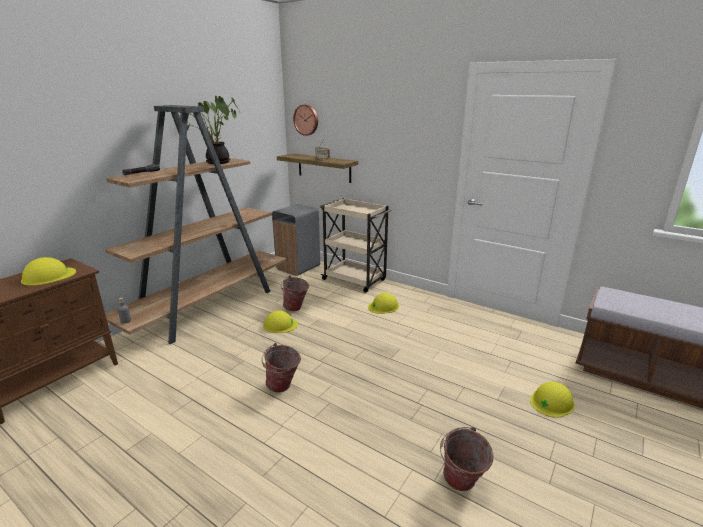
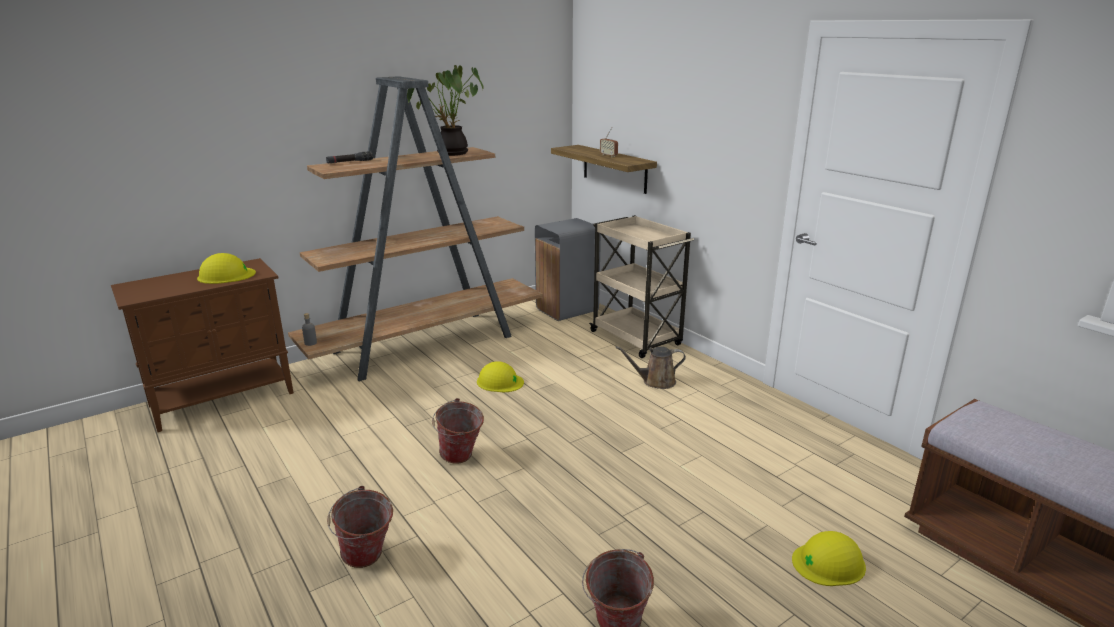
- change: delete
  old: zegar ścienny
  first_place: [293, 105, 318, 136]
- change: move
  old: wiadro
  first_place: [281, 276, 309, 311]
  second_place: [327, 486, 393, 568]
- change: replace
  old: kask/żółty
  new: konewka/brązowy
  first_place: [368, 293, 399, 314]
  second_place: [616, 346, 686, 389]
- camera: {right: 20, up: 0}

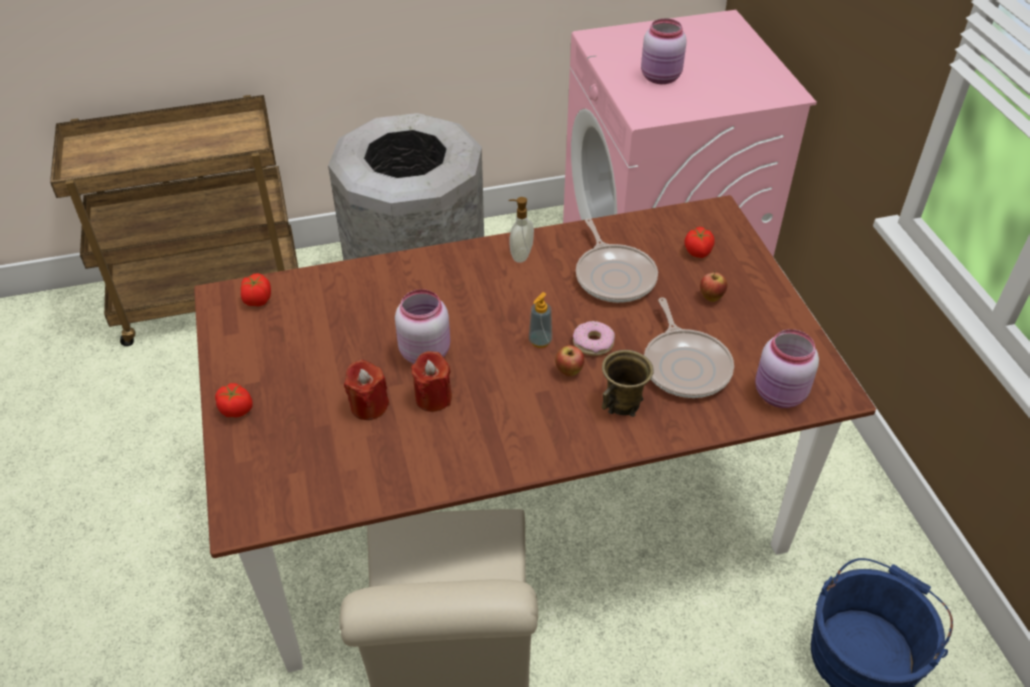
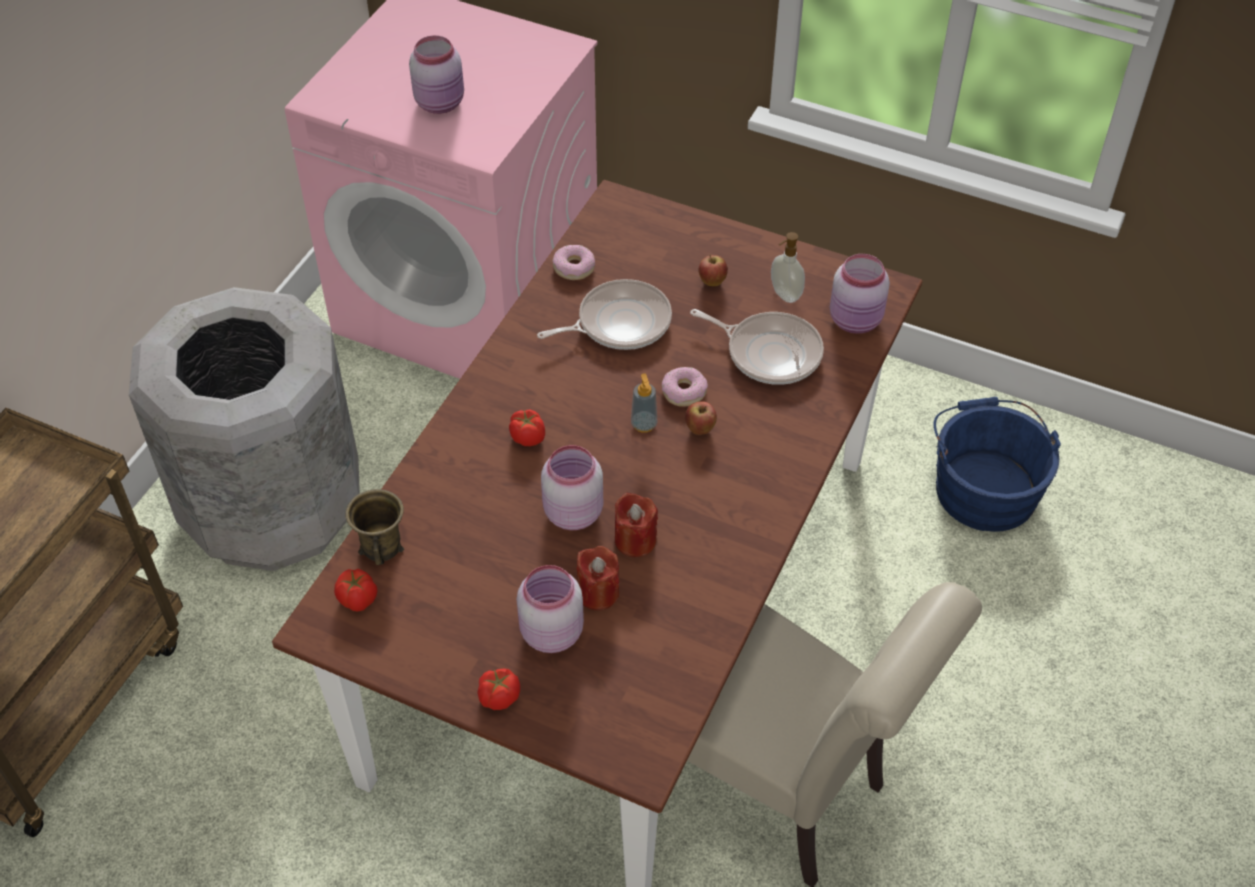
- change: move
  old: dozownik mydła
  first_place: [509, 197, 534, 263]
  second_place: [771, 232, 805, 303]
- change: rotate
  old: patelnia
  first_place: [576, 218, 658, 303]
  second_place: [537, 279, 672, 350]
  degrees: -45
- change: move
  old: pomidor
  first_place: [684, 227, 714, 258]
  second_place: [509, 409, 545, 446]
- change: move
  old: kubek/brązowy
  first_place: [602, 350, 654, 417]
  second_place: [346, 489, 404, 565]
- change: insert
  new: donut
  second_place: [553, 245, 595, 280]
- change: insert
  new: słoik/różowy
  second_place: [517, 565, 584, 653]
- camera: {right: -50, up: 5}

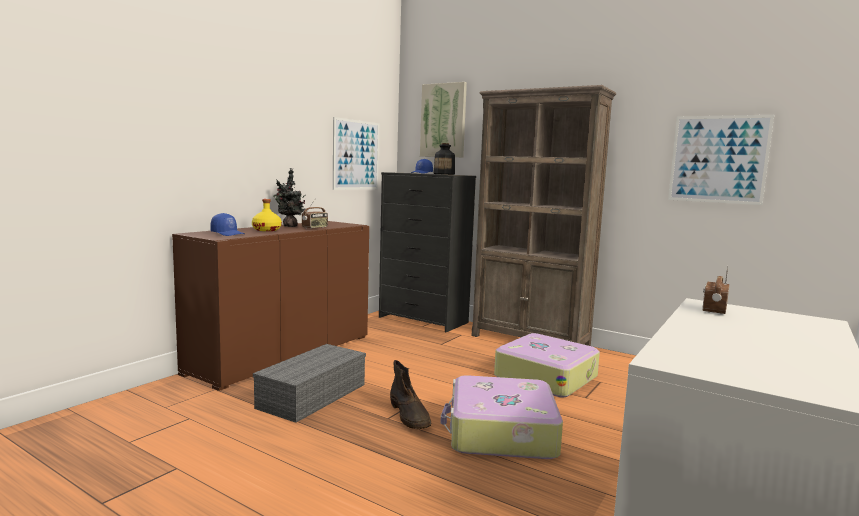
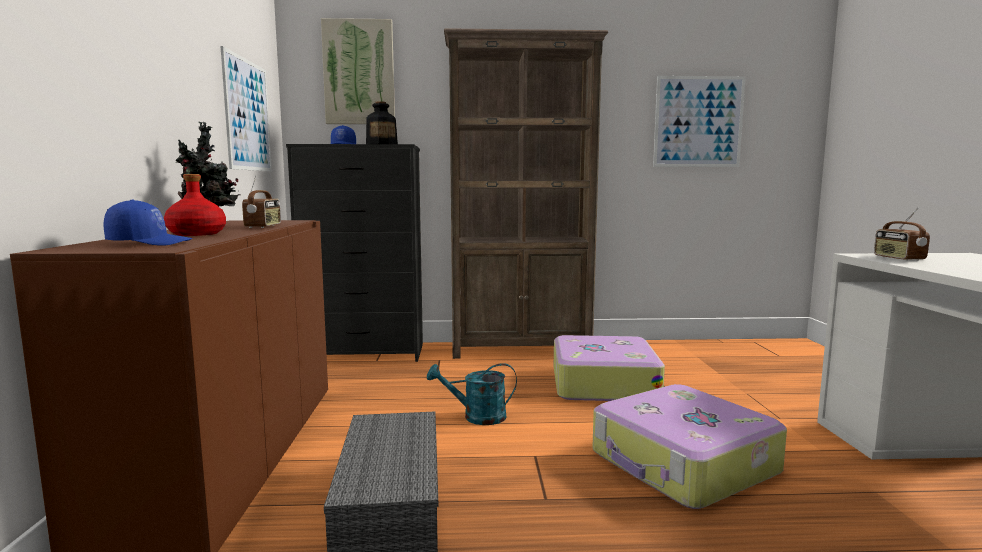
- change: recolor
  old: butelka/żółty
  new: butelka/czerwony
  first_place: [252, 199, 282, 231]
  second_place: [164, 174, 226, 236]
- change: delete
  old: but z cholewką/brązowy
  first_place: [390, 360, 432, 429]
- change: insert
  new: konewka/turkusowy
  second_place: [427, 363, 517, 425]
- camera: {right: -35, up: 0}

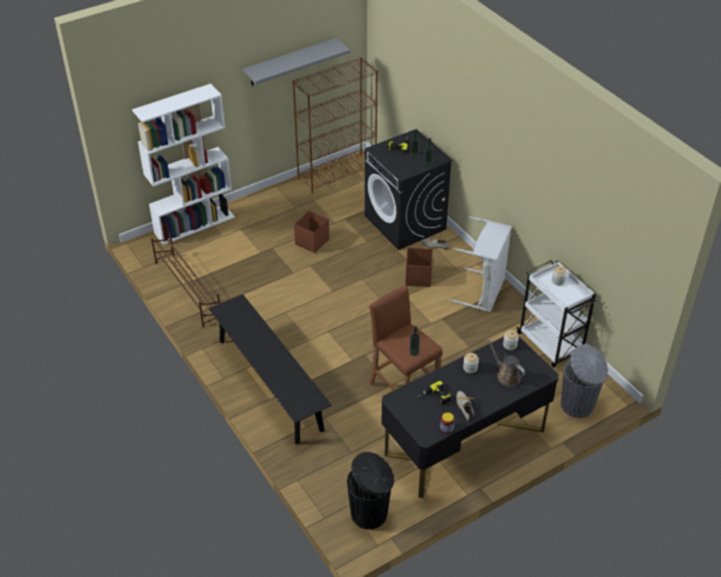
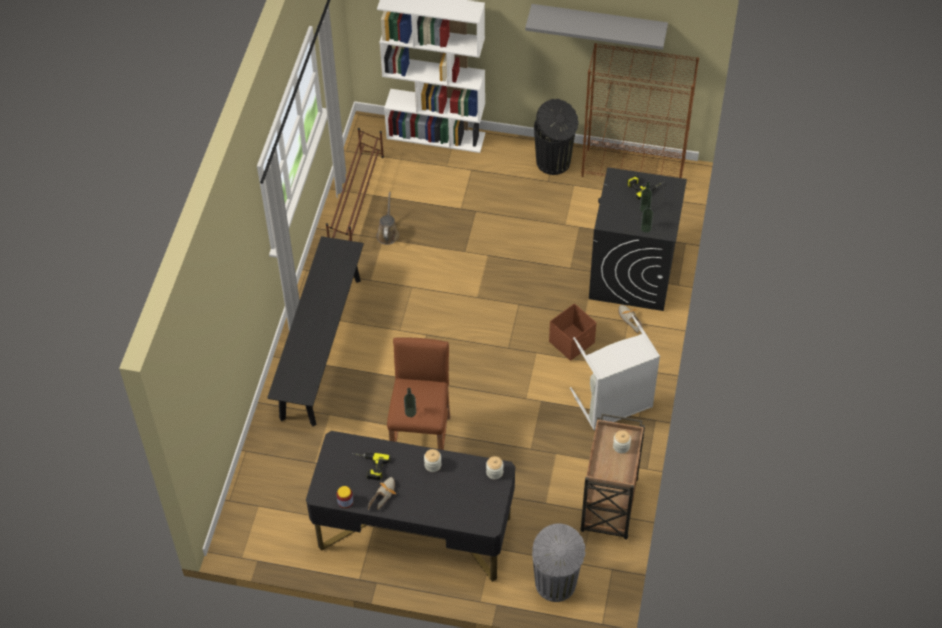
- change: delete
  old: pojemnik do przechowywania/brązowy
  first_place: [294, 211, 329, 253]
- change: recolor
  old: wózek/biały
  new: wózek/brązowy
  first_place: [516, 260, 598, 368]
  second_place: [580, 414, 645, 540]
- change: move
  old: konewka/brązowy
  first_place: [487, 338, 525, 386]
  second_place: [376, 192, 399, 245]
- change: move
  old: kosz na śmieci/czarny
  first_place: [347, 452, 394, 529]
  second_place: [534, 99, 578, 175]
- camera: {right: 45, up: 10}

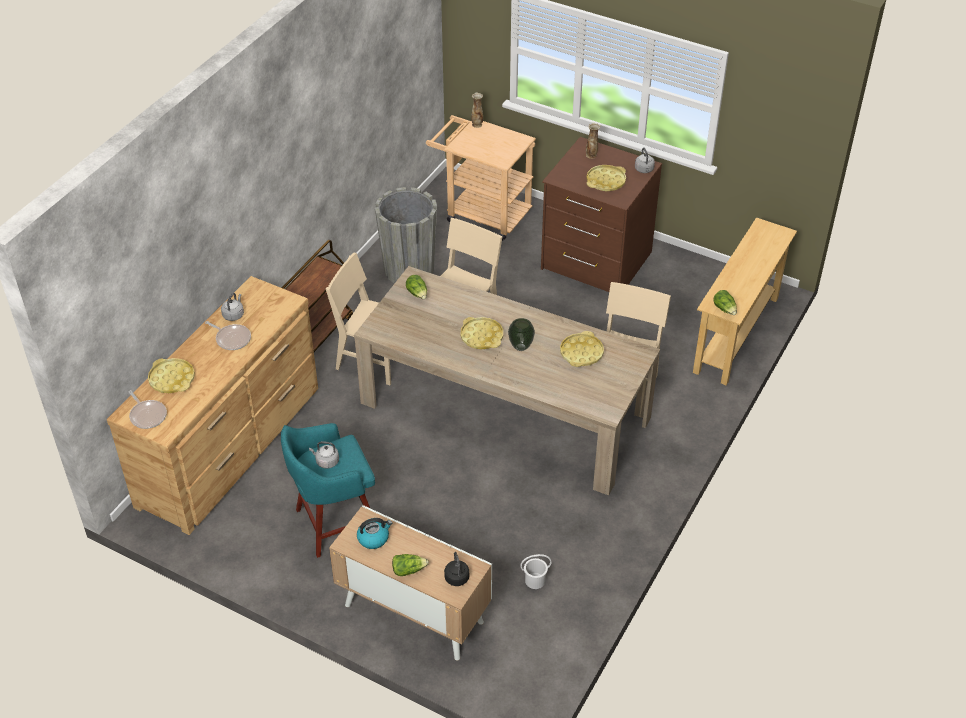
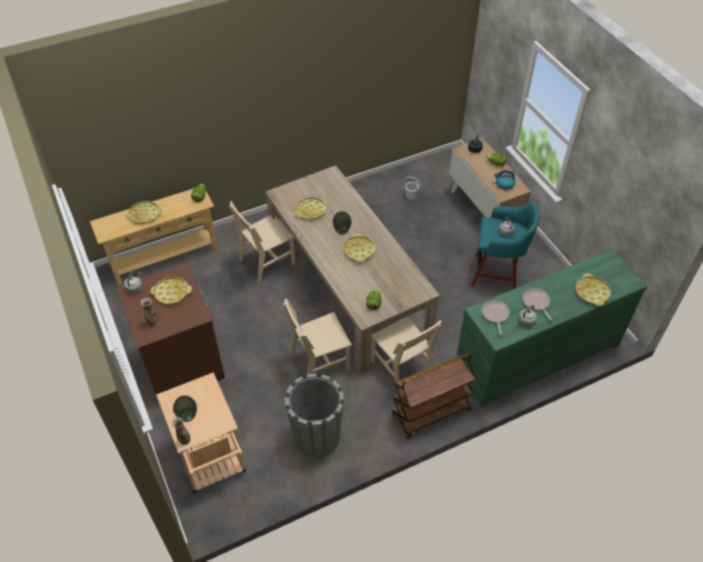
- change: recolor
  old: komoda/brązowy
  new: komoda/zielony
  first_place: [107, 276, 318, 535]
  second_place: [456, 249, 647, 408]
- change: move
  old: patelnia
  first_place: [129, 390, 167, 429]
  second_place: [482, 300, 510, 335]
- change: insert
  new: taca/żółty
  second_place: [125, 201, 162, 224]
- change: insert
  new: wazon
  second_place: [173, 395, 197, 422]
- camera: {right: -145, up: 5}

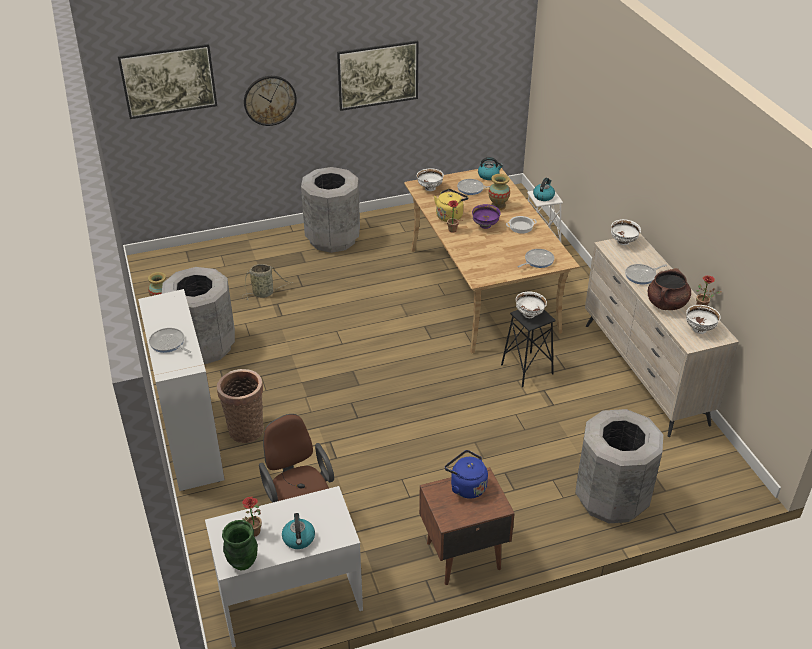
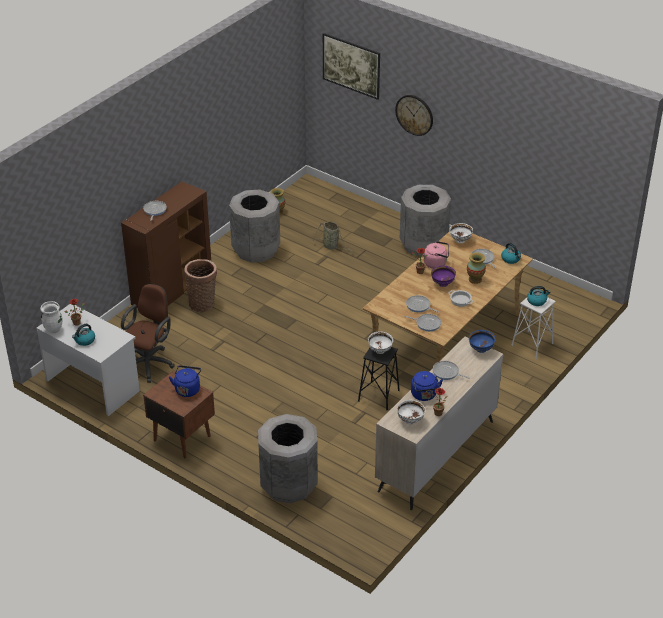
- change: delete
  old: obraz
  first_place: [337, 40, 418, 111]
- change: recolor
  old: czajnik/żółty
  new: czajnik/różowy
  first_place: [434, 189, 469, 222]
  second_place: [424, 241, 449, 269]
- change: recolor
  old: miska/biały
  new: miska/niebieski
  first_place: [611, 219, 641, 245]
  second_place: [469, 330, 496, 353]
- change: replace
  old: garnek/brązowy
  new: czajnik/niebieski
  first_place: [648, 268, 691, 310]
  second_place: [411, 371, 443, 401]
- change: recolor
  old: szafka/biały
  new: szafka/brązowy
  first_place: [138, 289, 225, 491]
  second_place: [121, 181, 211, 308]
- change: recolor
  old: wazon/zielony
  new: wazon/biały
  first_place: [222, 520, 258, 570]
  second_place: [40, 301, 62, 334]
- change: insert
  new: patelnia
  second_place: [406, 295, 439, 312]
- camera: {right: 55, up: 0}

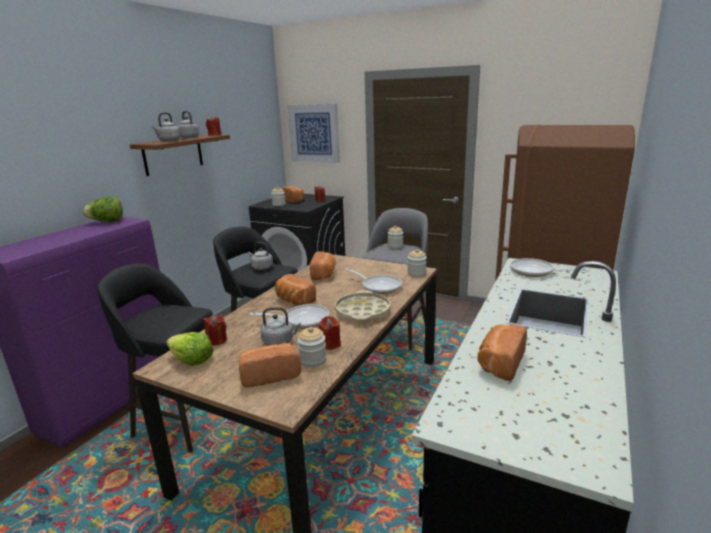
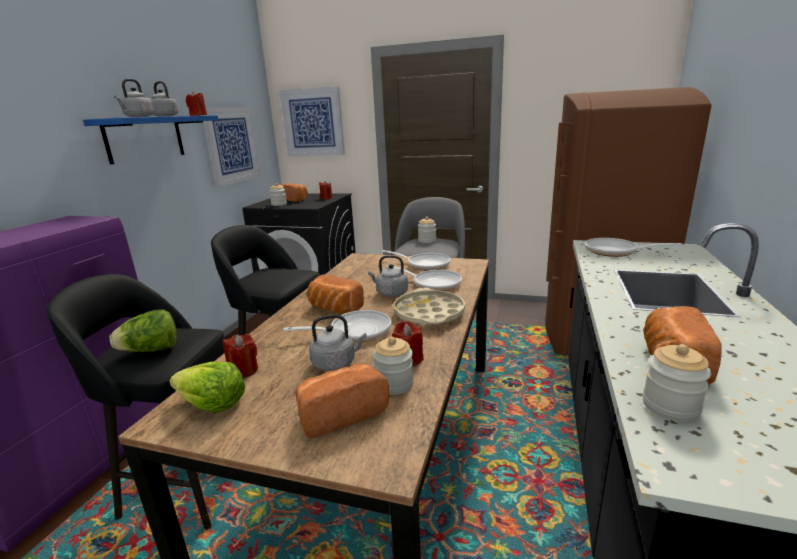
- change: recolor
  old: półka/brązowy
  new: półka/niebieski
  first_place: [130, 135, 230, 176]
  second_place: [83, 115, 218, 164]
- change: move
  old: sałata
  first_place: [83, 196, 123, 222]
  second_place: [109, 310, 177, 352]
- change: move
  old: czajnik/szary
  first_place: [248, 242, 273, 270]
  second_place: [368, 255, 408, 297]
- change: move
  old: słoik
  first_place: [407, 249, 427, 277]
  second_place: [642, 344, 711, 422]
- change: delete
  old: chleb
  first_place: [310, 251, 335, 280]
- change: insert
  new: obraz
  second_place: [202, 107, 260, 187]
- change: insert
  new: patelnia
  second_place: [382, 250, 451, 271]
- camera: {right: -10, up: 0}

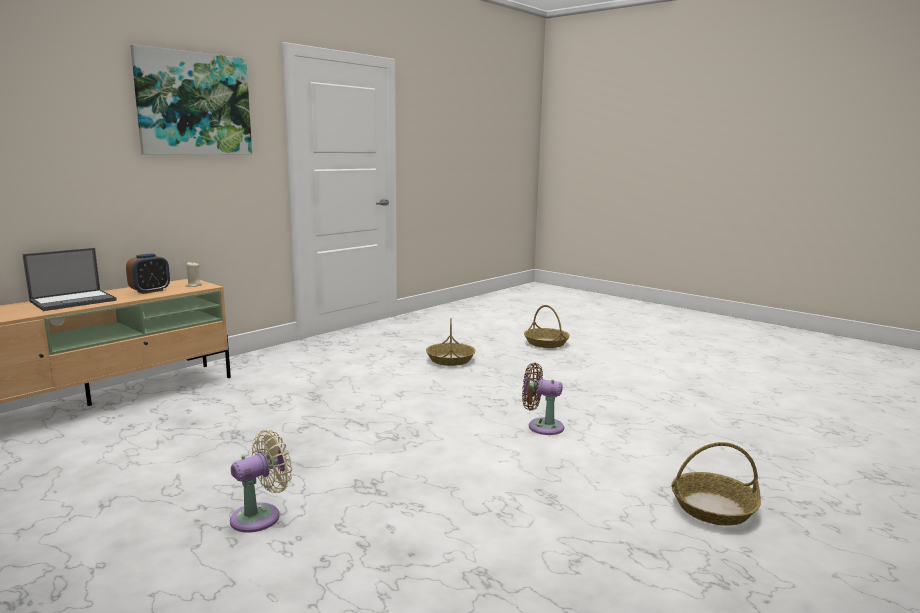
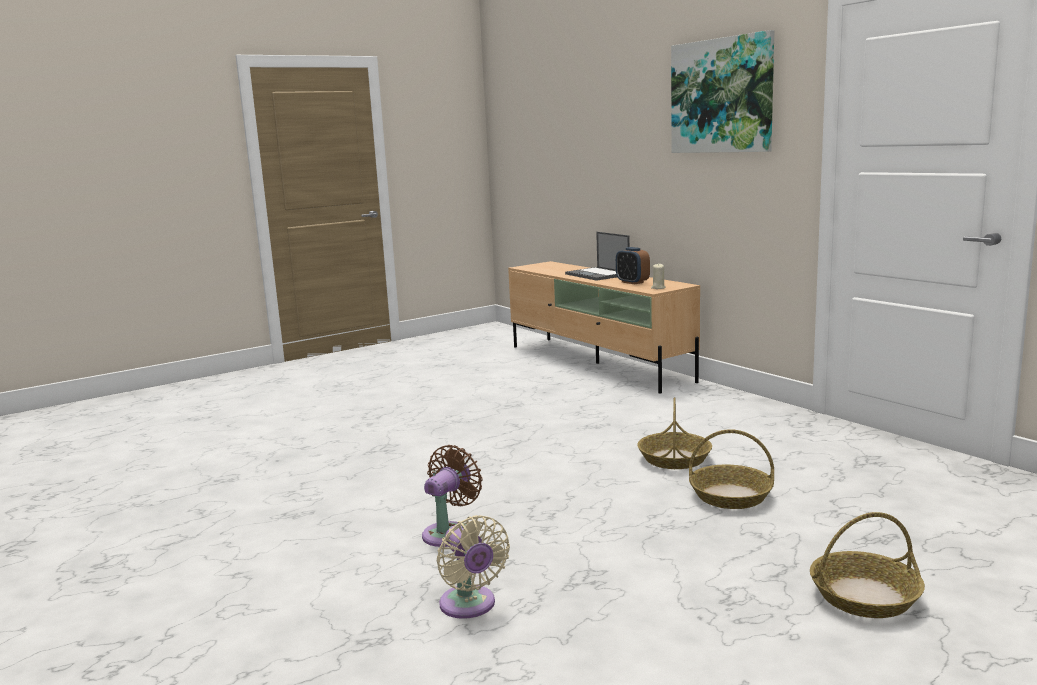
- change: move
  old: wentylator/beżowy
  first_place: [230, 430, 292, 533]
  second_place: [437, 515, 510, 619]
- change: move
  old: koszyk
  first_place: [671, 442, 761, 525]
  second_place: [638, 397, 712, 469]
- camera: {right: 105, up: 0}

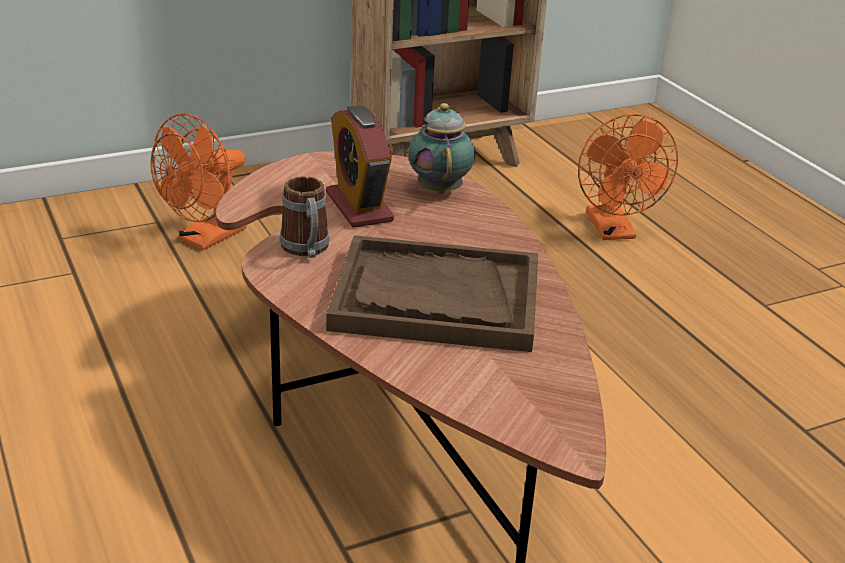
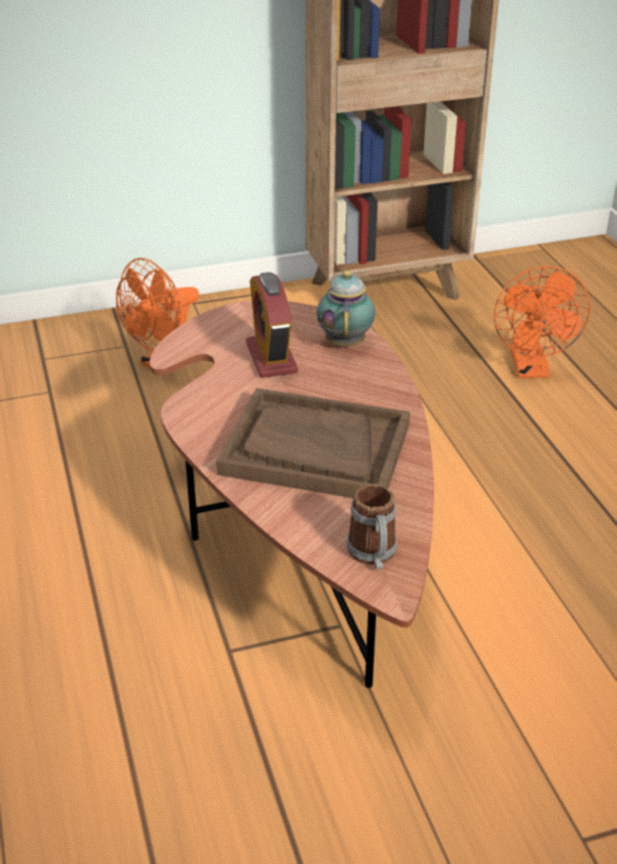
- change: move
  old: kubek
  first_place: [280, 176, 330, 258]
  second_place: [347, 484, 397, 569]
- camera: {right: 10, up: 5}

